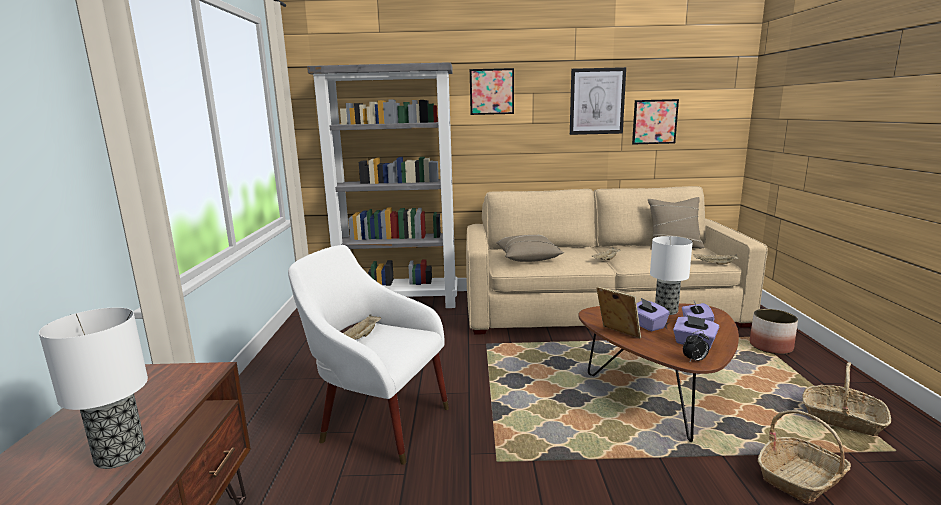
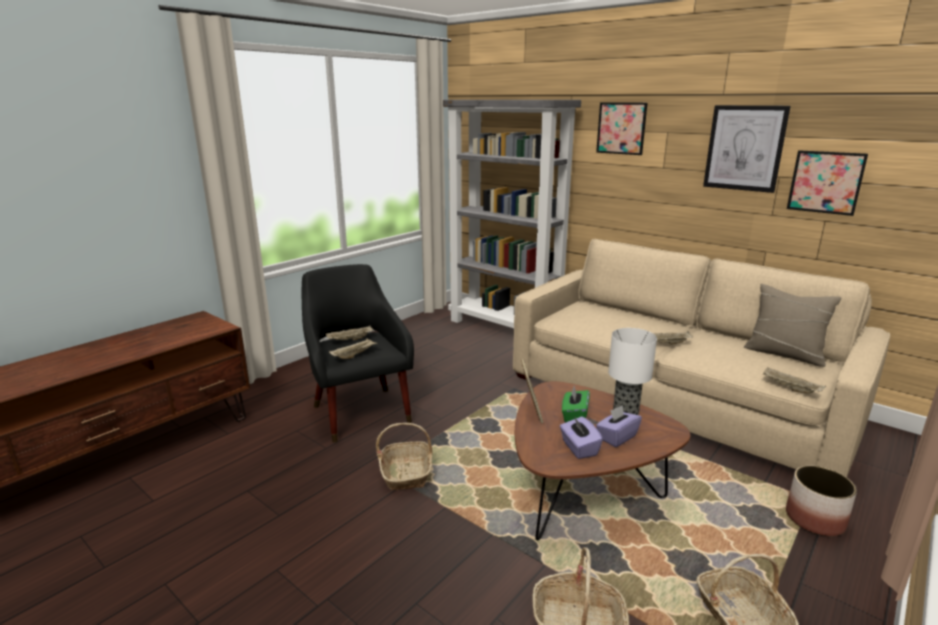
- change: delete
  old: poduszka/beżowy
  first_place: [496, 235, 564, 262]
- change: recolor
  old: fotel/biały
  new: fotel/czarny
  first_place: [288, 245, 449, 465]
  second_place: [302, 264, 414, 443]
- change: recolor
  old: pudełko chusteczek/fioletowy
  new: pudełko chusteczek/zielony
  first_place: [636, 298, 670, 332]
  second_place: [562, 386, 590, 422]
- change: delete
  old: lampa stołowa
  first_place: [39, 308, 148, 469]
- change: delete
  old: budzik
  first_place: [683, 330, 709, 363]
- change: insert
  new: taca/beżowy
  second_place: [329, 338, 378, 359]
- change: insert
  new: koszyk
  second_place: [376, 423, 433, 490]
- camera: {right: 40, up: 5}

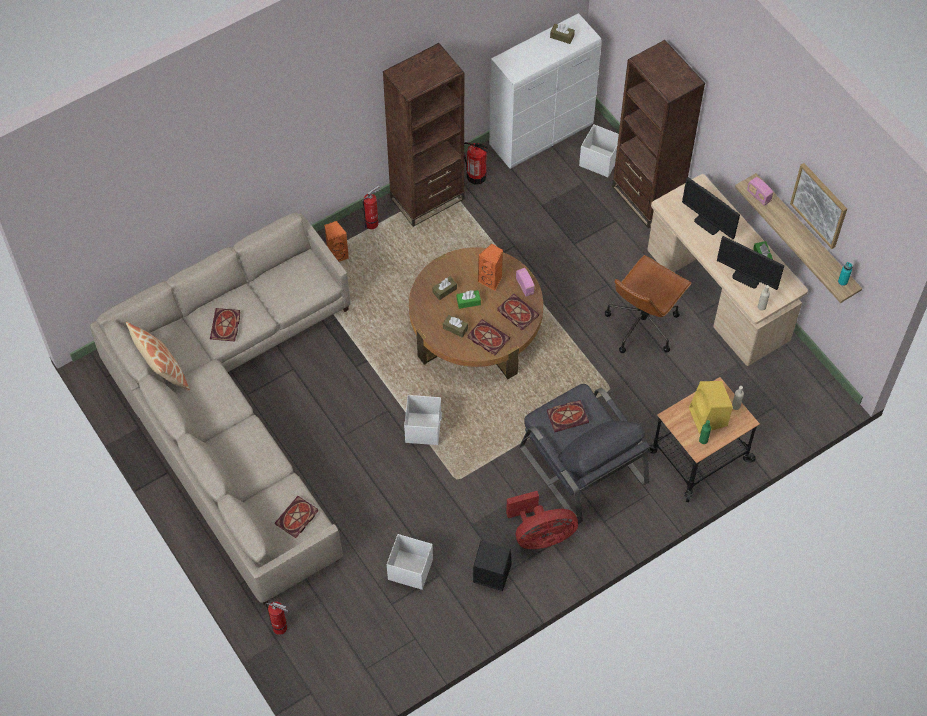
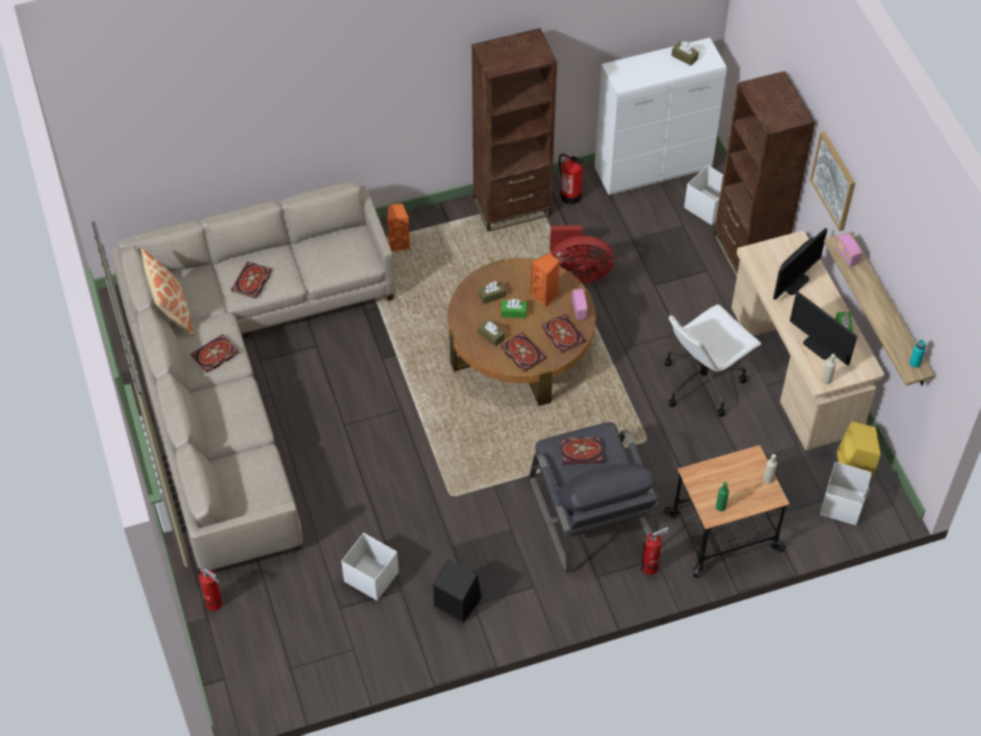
- change: move
  old: obraz
  first_place: [790, 163, 847, 249]
  second_place: [810, 131, 855, 231]
- change: rotate
  old: monitor
  first_place: [682, 177, 740, 239]
  second_place: [773, 228, 827, 300]
  degrees: -105
- change: move
  old: gaśnica
  first_place: [362, 185, 381, 229]
  second_place: [640, 527, 669, 575]
- change: recolor
  old: krzesło biurowe/brązowy
  new: krzesło biurowe/biały
  first_place: [605, 255, 692, 353]
  second_place: [665, 304, 761, 417]
- change: move
  old: głośnik/żółty
  first_place: [689, 381, 733, 434]
  second_place: [837, 421, 880, 478]
- change: move
  old: pojemnik do przechowywania/biały
  first_place: [404, 395, 442, 445]
  second_place: [820, 462, 872, 525]
- change: move
  old: wentylator/czerwony
  first_place: [506, 491, 578, 549]
  second_place: [550, 225, 614, 283]
- change: move
  old: książka
  first_place: [275, 496, 318, 538]
  second_place: [191, 334, 239, 373]
- camera: {right: 15, up: -5}

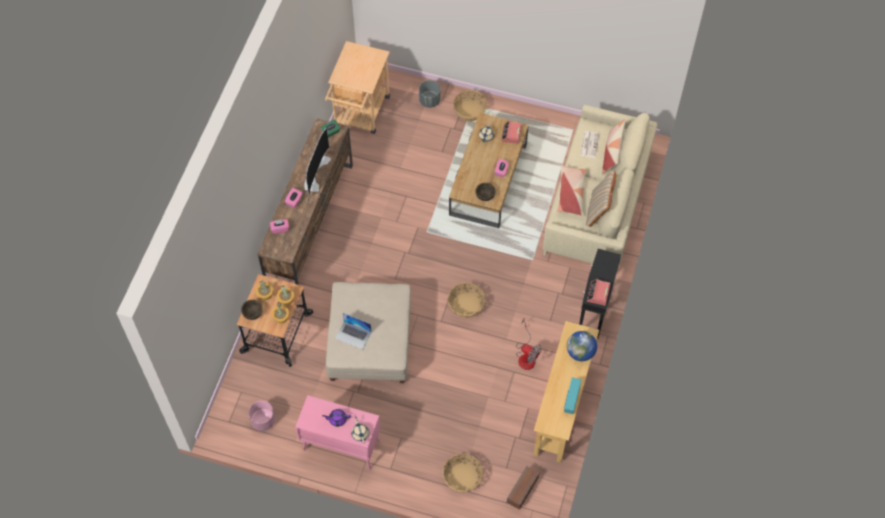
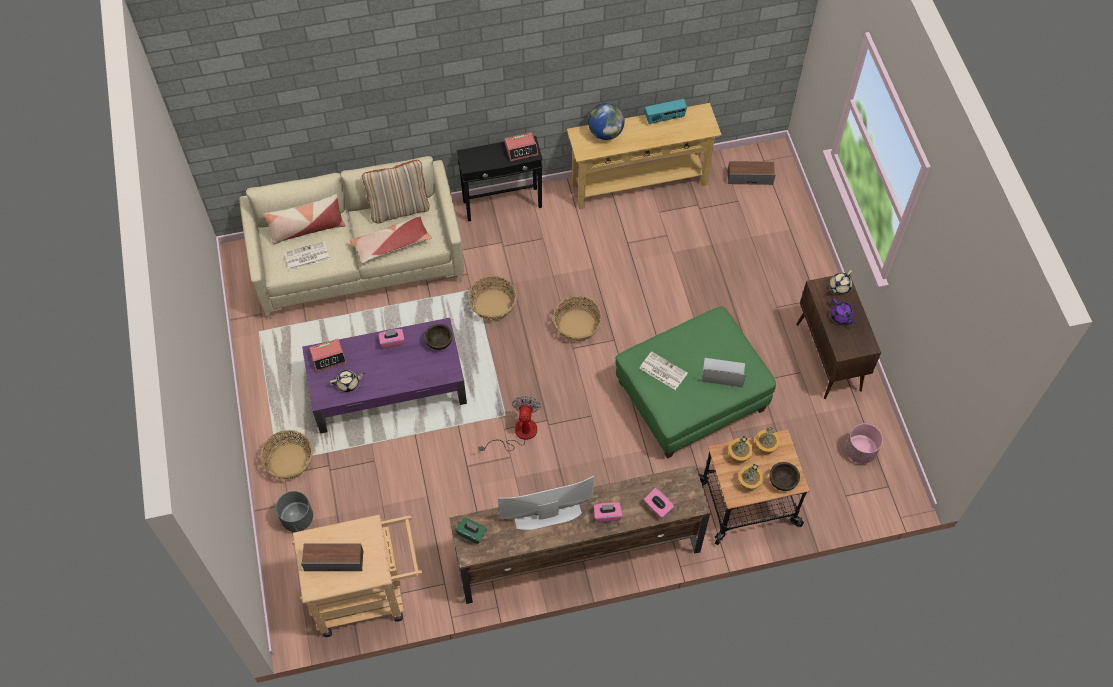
- change: recolor
  old: ława/brązowy
  new: ława/fioletowy
  first_place: [449, 113, 529, 228]
  second_place: [302, 318, 467, 434]
- change: recolor
  old: pufa/beżowy
  new: pufa/zielony
  first_place: [326, 282, 411, 383]
  second_place: [615, 306, 776, 459]
- change: rotate
  old: laptop
  first_place: [335, 313, 372, 350]
  second_place: [702, 358, 746, 387]
  degrees: -75
- change: move
  old: wentylator
  first_place: [516, 319, 541, 370]
  second_place: [478, 396, 541, 451]
- change: recolor
  old: szafka/różowy
  new: szafka/brązowy
  first_place: [295, 395, 381, 470]
  second_place: [796, 273, 881, 399]
- change: move
  old: koszyk
  first_place: [443, 454, 483, 492]
  second_place: [468, 276, 517, 320]
- change: insert
  new: gazeta
  second_place: [639, 351, 688, 390]
- change: insert
  new: głośnik
  second_place: [301, 544, 363, 571]
- camera: {right: -120, up: 0}

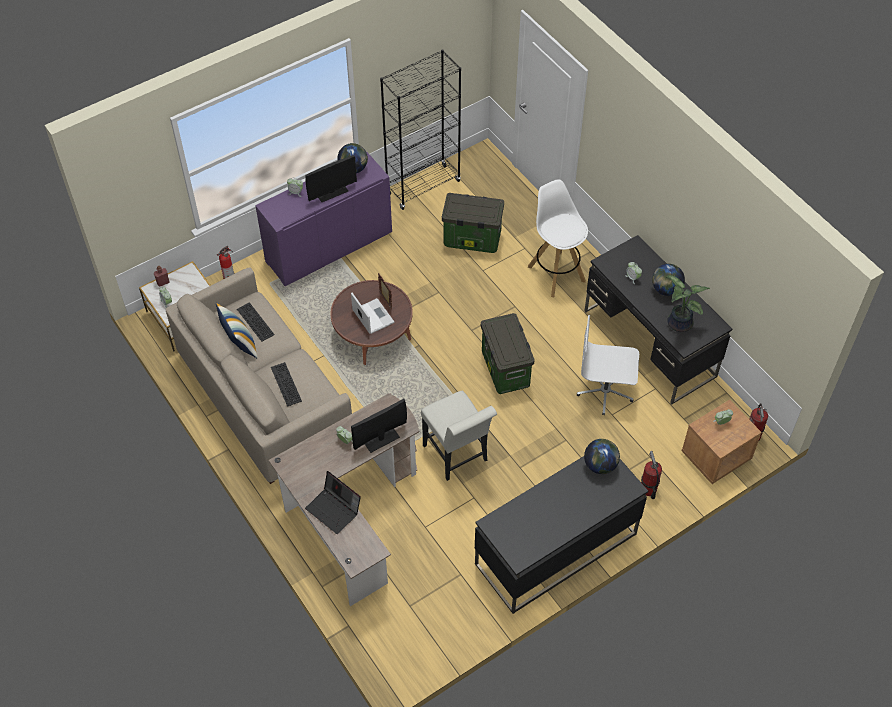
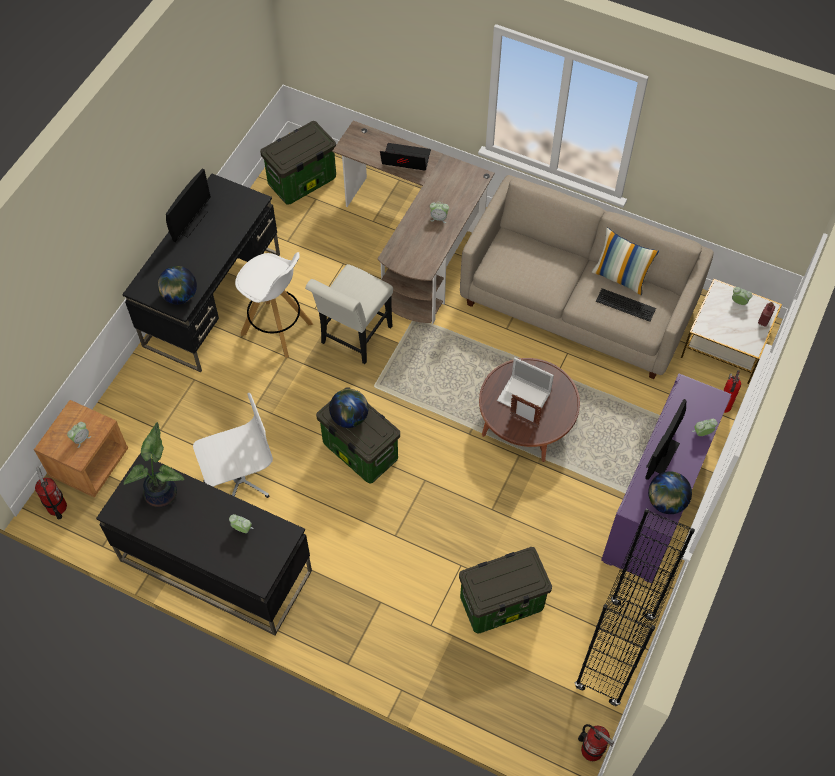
- change: move
  old: stołek/biały
  first_place: [528, 179, 588, 297]
  second_place: [235, 252, 313, 358]
- change: move
  old: globus
  first_place: [652, 264, 685, 296]
  second_place: [329, 389, 369, 428]
- change: delete
  old: klawiatura
  first_place: [271, 362, 302, 407]
- change: rotate
  old: krzesło/biały
  first_place: [421, 390, 497, 481]
  second_place: [305, 264, 393, 364]
  degrees: -90
- change: move
  old: monitor
  first_place: [351, 399, 407, 453]
  second_place: [166, 169, 211, 242]
- change: move
  old: gaśnica
  first_place: [641, 451, 662, 499]
  second_place: [578, 724, 614, 761]
- change: insert
  new: pojemnik do przechowywania
  second_place: [260, 121, 336, 205]
- camera: {right: 150, up: 5}

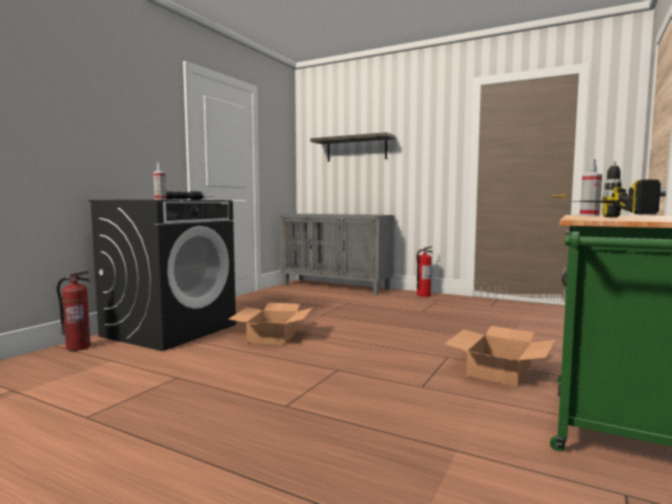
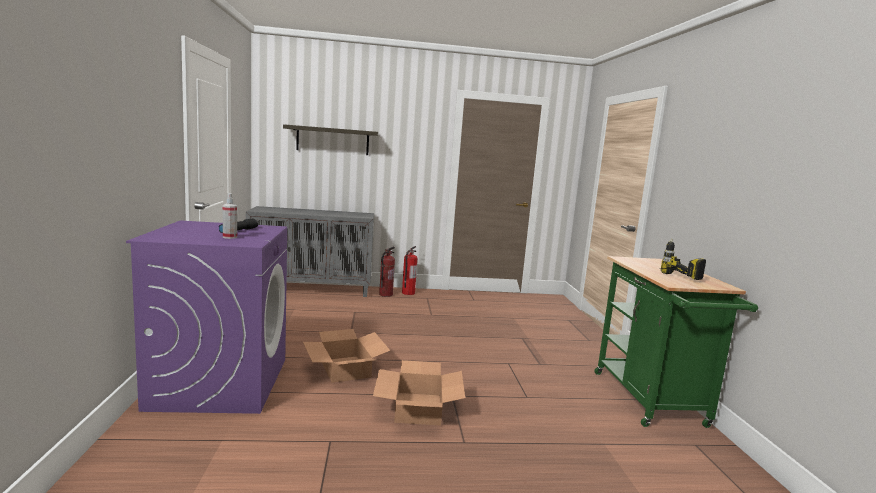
- change: delete
  old: spryskiwacz
  first_place: [580, 159, 602, 216]
- change: recolor
  old: pralka/czarny
  new: pralka/fioletowy
  first_place: [88, 200, 236, 351]
  second_place: [126, 220, 287, 414]
- change: move
  old: gaśnica
  first_place: [57, 271, 91, 351]
  second_place: [379, 247, 395, 297]
- change: move
  old: karton
  first_place: [445, 326, 556, 387]
  second_place: [373, 360, 465, 426]
- camera: {right: -35, up: 5}

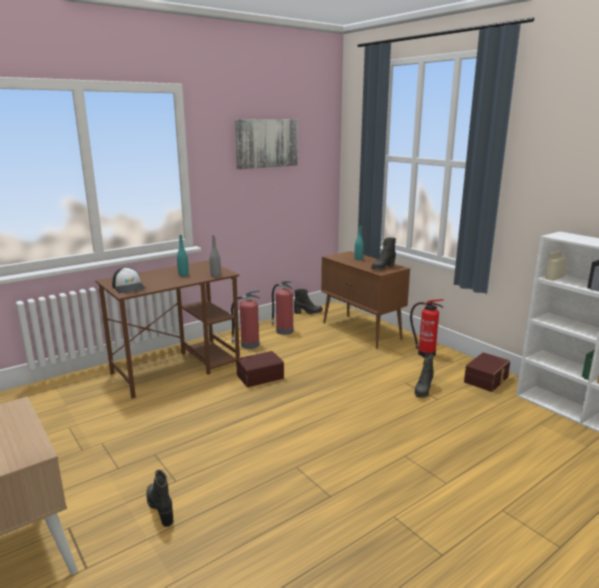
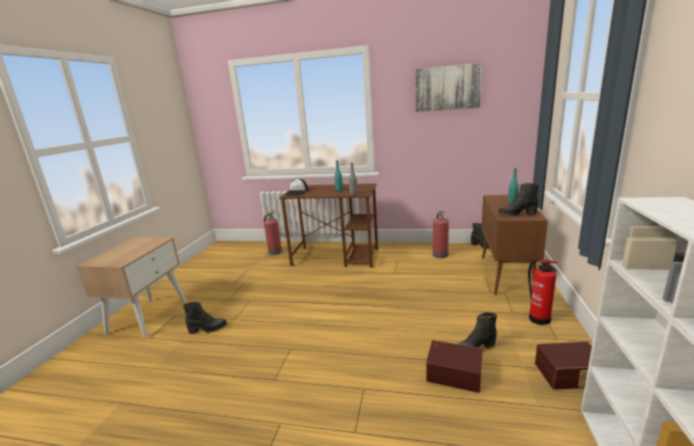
- change: move
  old: gaśnica
  first_place: [231, 289, 260, 349]
  second_place: [264, 212, 282, 255]
- change: move
  old: pojemnik do przechowywania/brązowy
  first_place: [236, 351, 284, 387]
  second_place: [426, 340, 482, 393]
- change: rotate
  old: but z cholewką/czarny
  first_place: [146, 470, 173, 527]
  second_place: [183, 302, 227, 334]
  degrees: 60
- camera: {right: 50, up: 0}

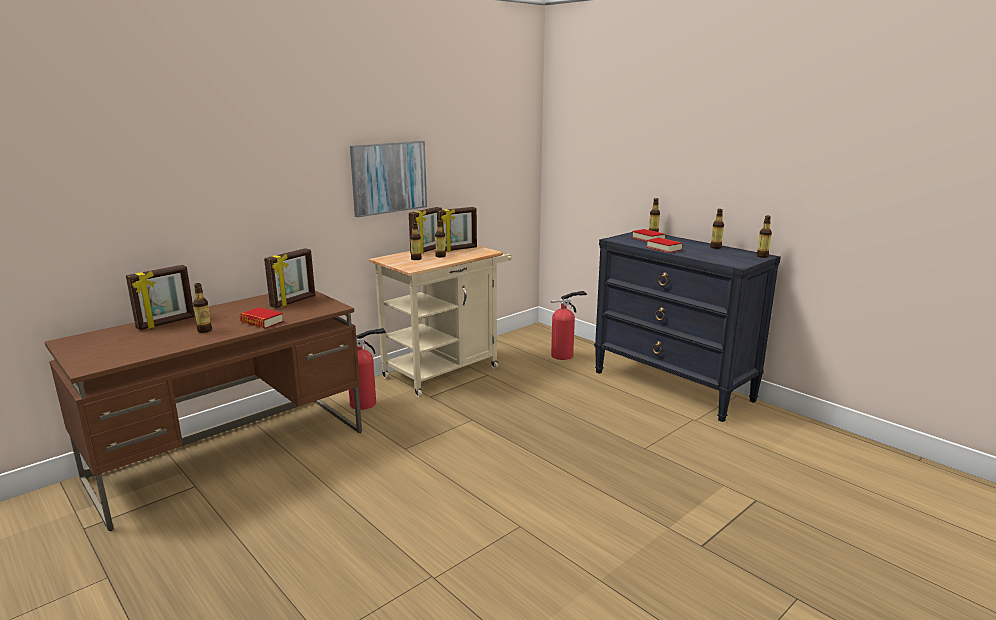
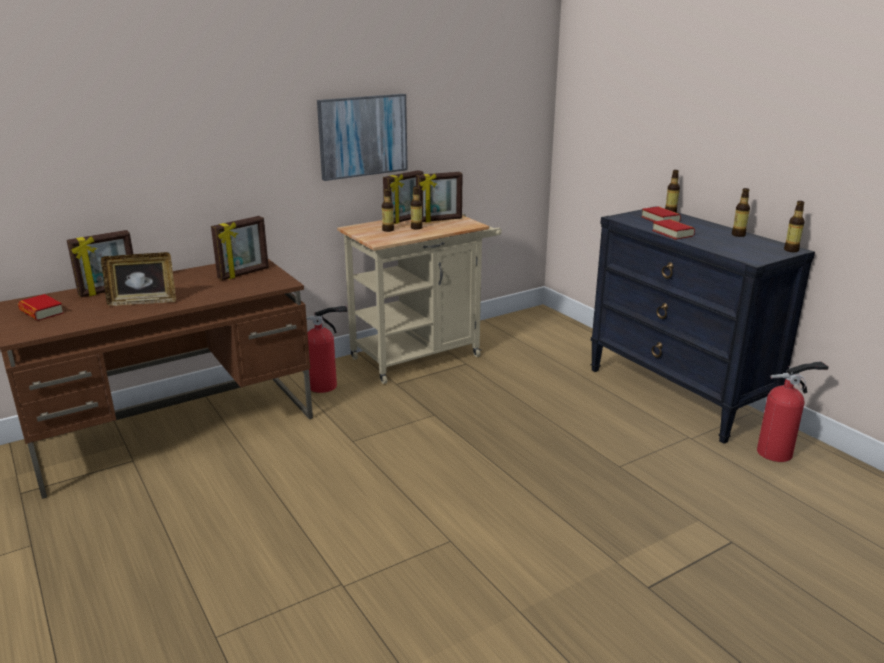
- change: replace
  old: butelka
  new: ramka na zdjęcie
  first_place: [193, 283, 212, 333]
  second_place: [101, 252, 176, 306]
- change: move
  old: gaśnica
  first_place: [551, 291, 587, 360]
  second_place: [757, 361, 828, 462]
- change: move
  old: książka
  first_place: [240, 307, 283, 329]
  second_place: [18, 294, 64, 321]
- camera: {right: 10, up: 5}

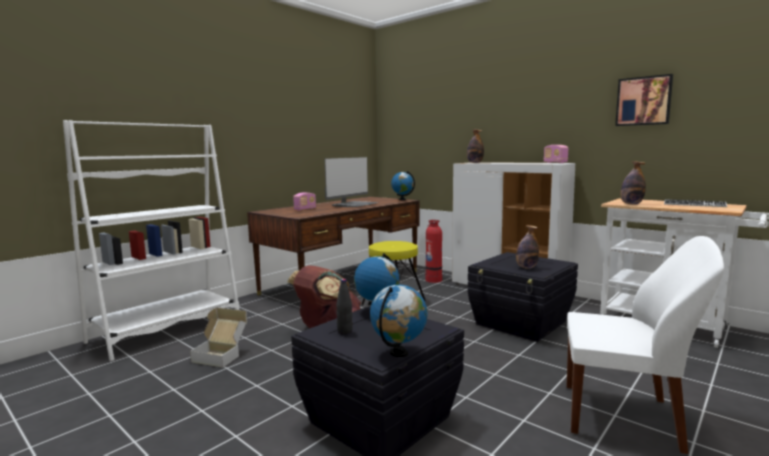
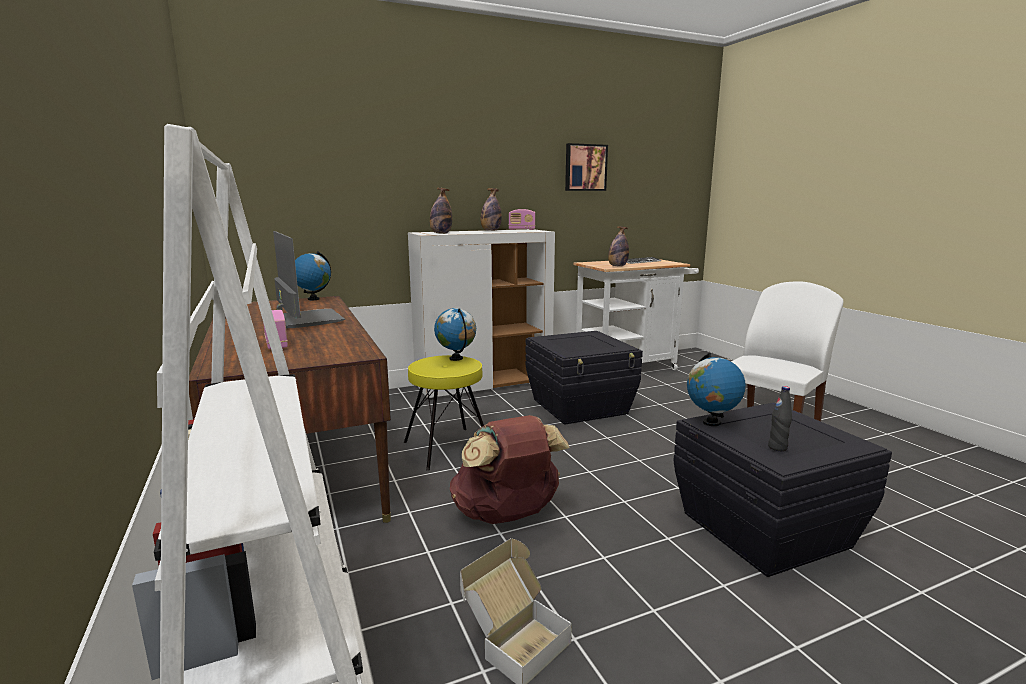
- change: delete
  old: gaśnica
  first_place: [425, 220, 442, 283]
- change: move
  old: butelka
  first_place: [516, 225, 539, 269]
  second_place: [481, 188, 502, 231]
- change: move
  old: globus
  first_place: [370, 285, 427, 357]
  second_place: [434, 308, 476, 361]
- camera: {right: -65, up: 5}

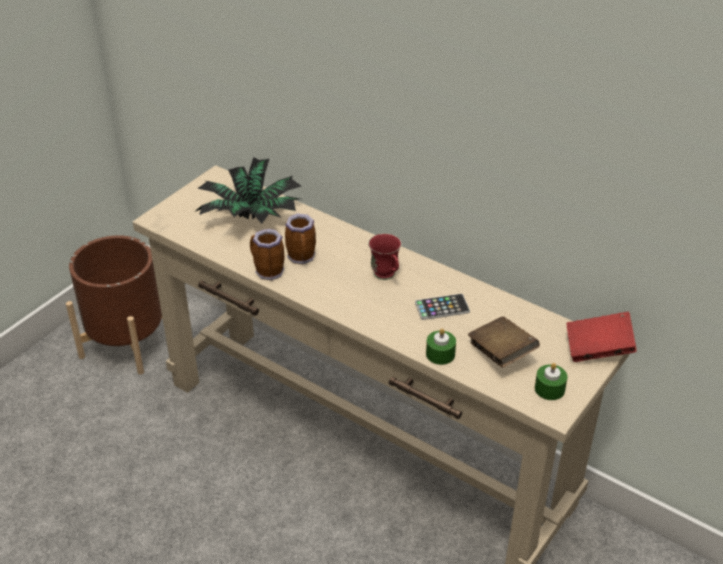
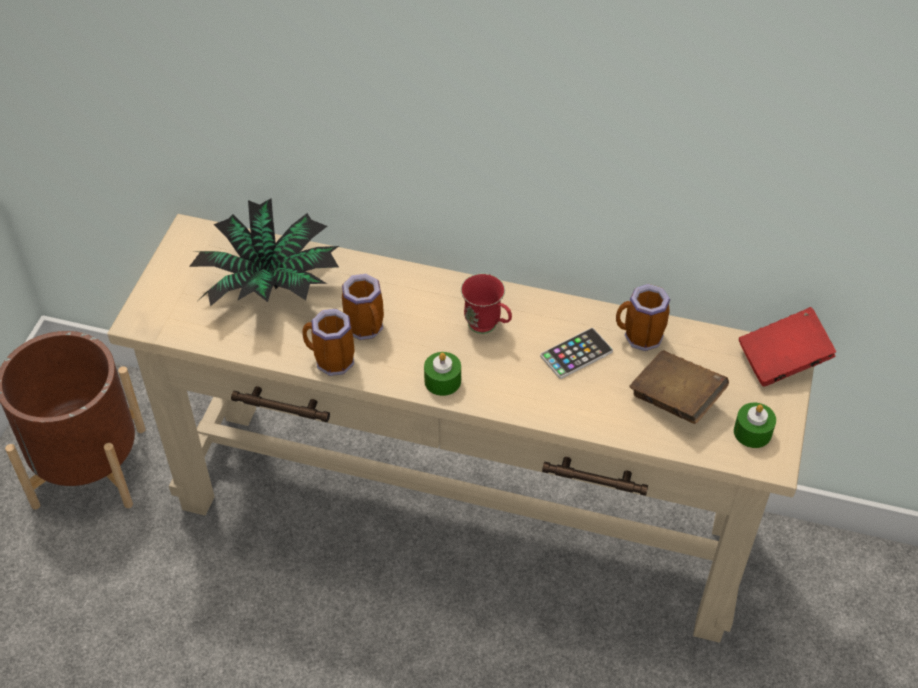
- change: move
  old: świeca/zielony
  first_place: [426, 328, 456, 365]
  second_place: [424, 352, 461, 396]
- change: insert
  new: kubek
  second_place: [616, 284, 670, 351]
- camera: {right: -20, up: 10}

